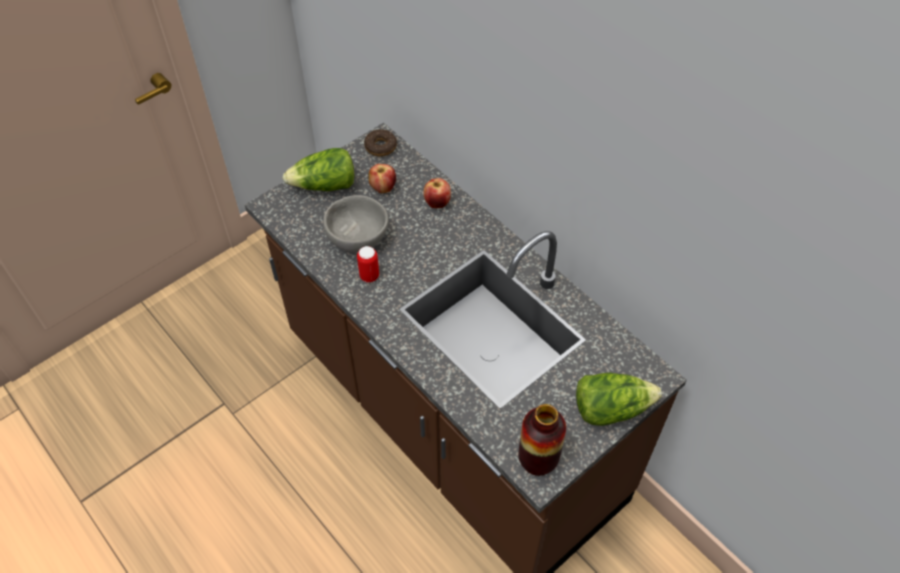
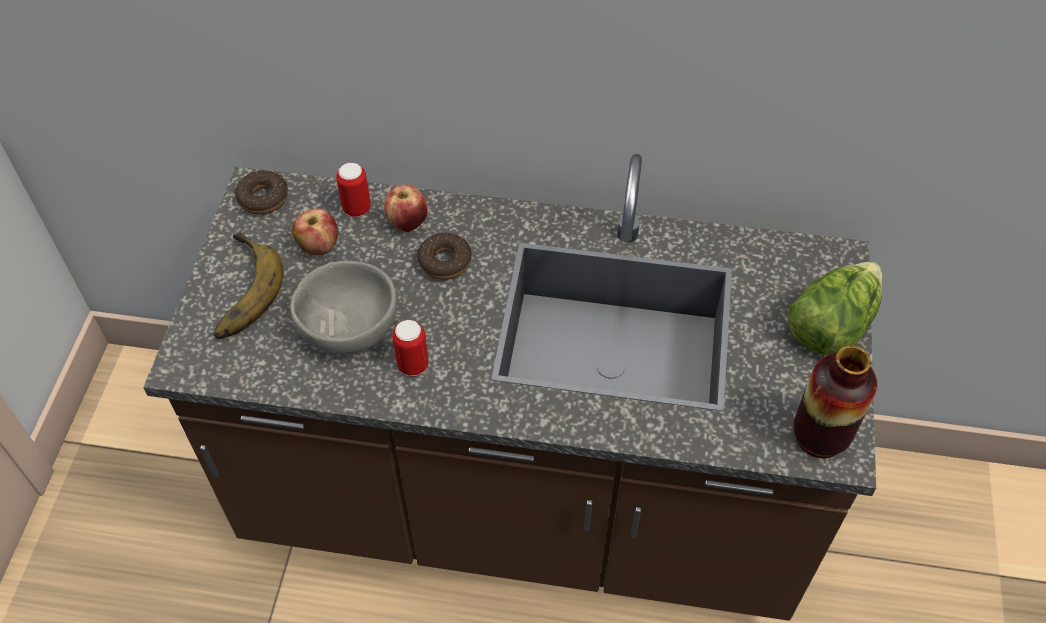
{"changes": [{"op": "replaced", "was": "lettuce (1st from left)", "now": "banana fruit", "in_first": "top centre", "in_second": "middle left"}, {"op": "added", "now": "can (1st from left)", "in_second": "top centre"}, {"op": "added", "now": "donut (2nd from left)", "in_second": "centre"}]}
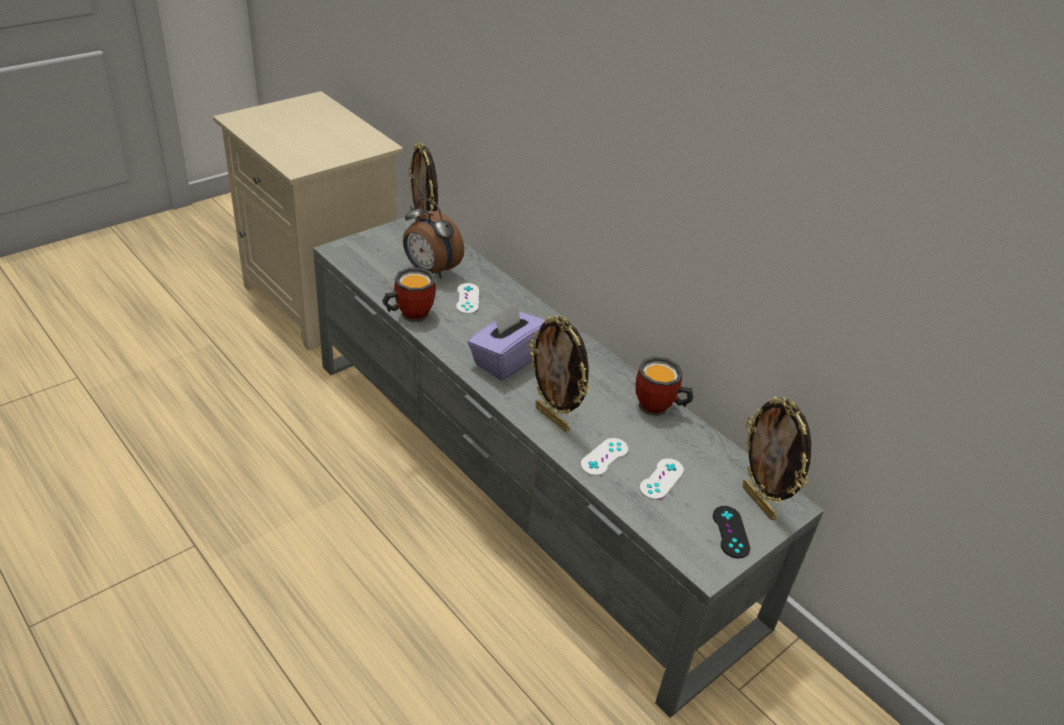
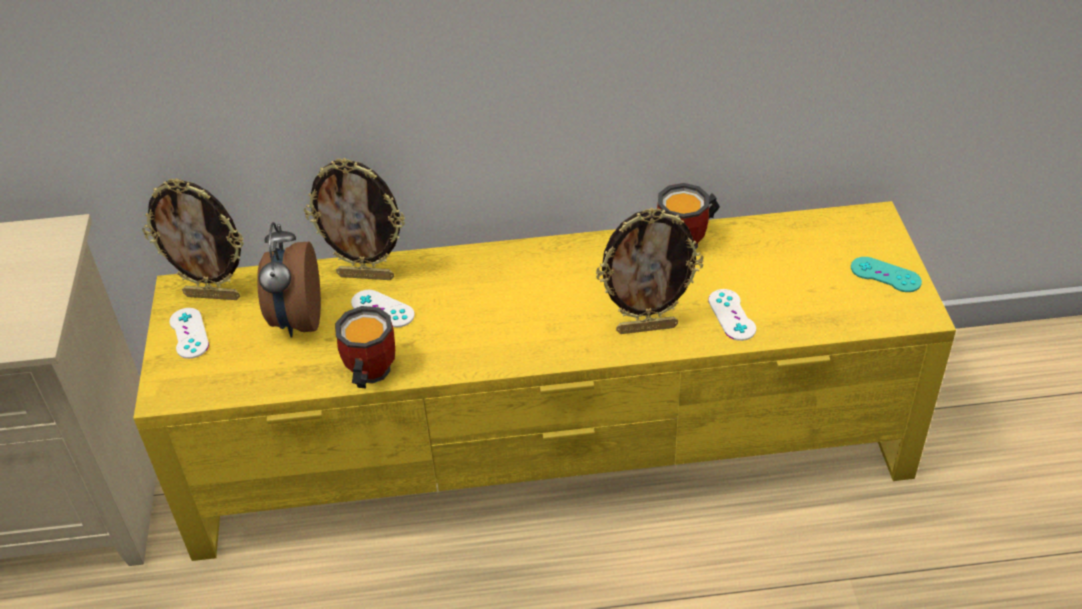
{"changes": [{"op": "recoloured", "was": "tv stand/gray", "now": "tv stand/yellow-coloured", "in_first": "centre", "in_second": "centre"}, {"op": "moved", "was": "gamepad/whitish (3rd from left in the first image)", "now": "gamepad/whitish (1st from left)", "in_first": "centre", "in_second": "middle left"}, {"op": "turned", "was": "bedside clock", "in_first": "top centre", "in_second": "middle left", "clockwise": 105}, {"op": "moved", "was": "standing frame (3rd from left in the first image)", "now": "standing frame (2nd from left)", "in_first": "middle right", "in_second": "middle left"}, {"op": "recoloured", "was": "gamepad/black-coloured", "now": "gamepad/turquoise", "in_first": "bottom right", "in_second": "middle right"}, {"op": "removed", "was": "box of tissues/purple", "in_first": "centre"}]}
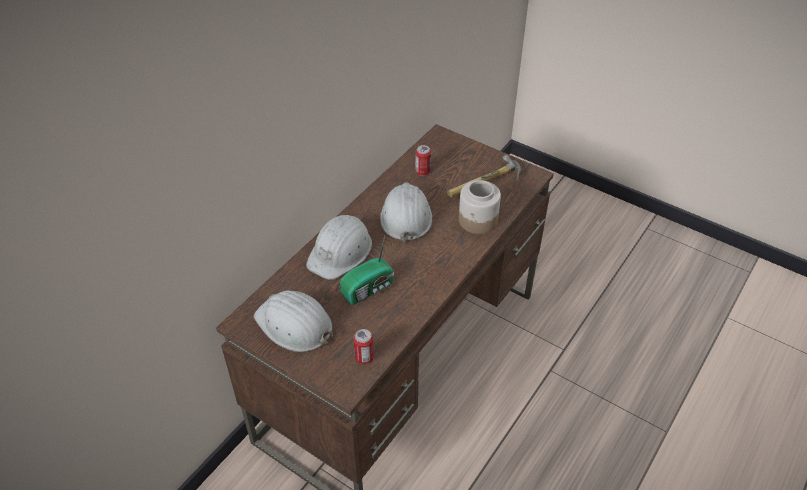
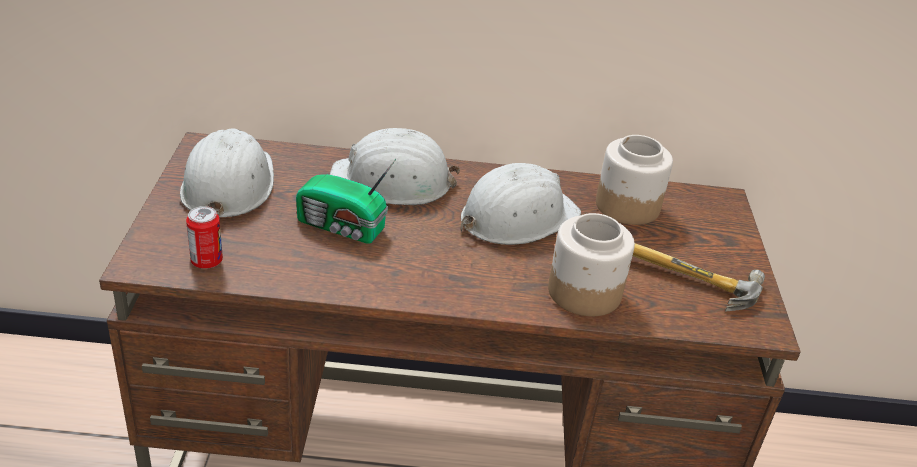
{"changes": [{"op": "replaced", "was": "can (2nd from left)", "now": "jar (2nd from left)", "in_first": "top centre", "in_second": "middle right"}]}
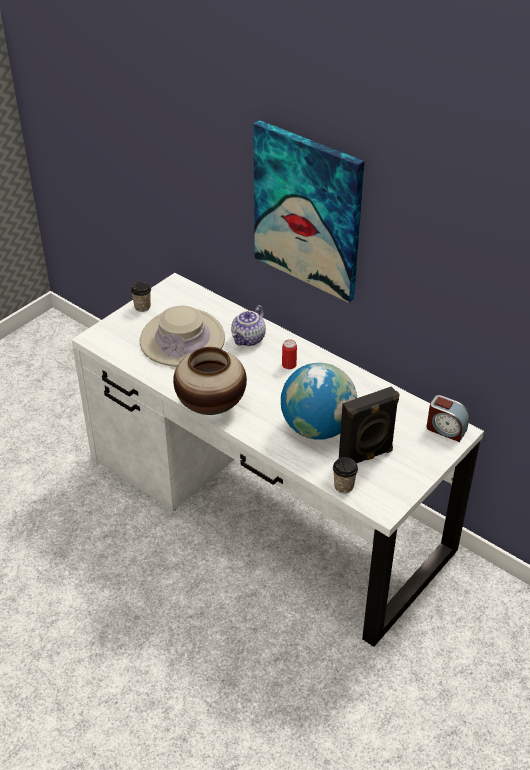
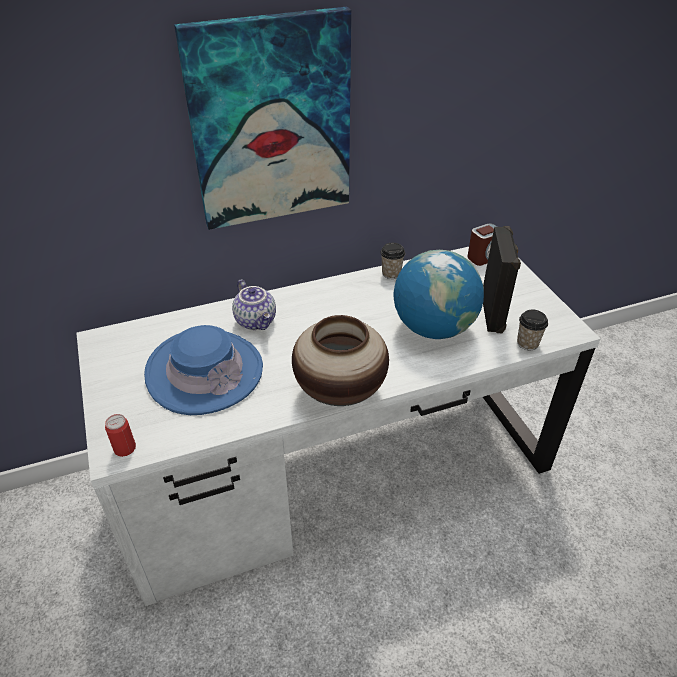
{"changes": [{"op": "moved", "was": "can", "in_first": "centre", "in_second": "middle left"}, {"op": "recoloured", "was": "wearable hat/beige-coloured", "now": "wearable hat/bluish", "in_first": "centre", "in_second": "middle left"}, {"op": "moved", "was": "small cup (1st from left)", "in_first": "middle left", "in_second": "centre"}]}
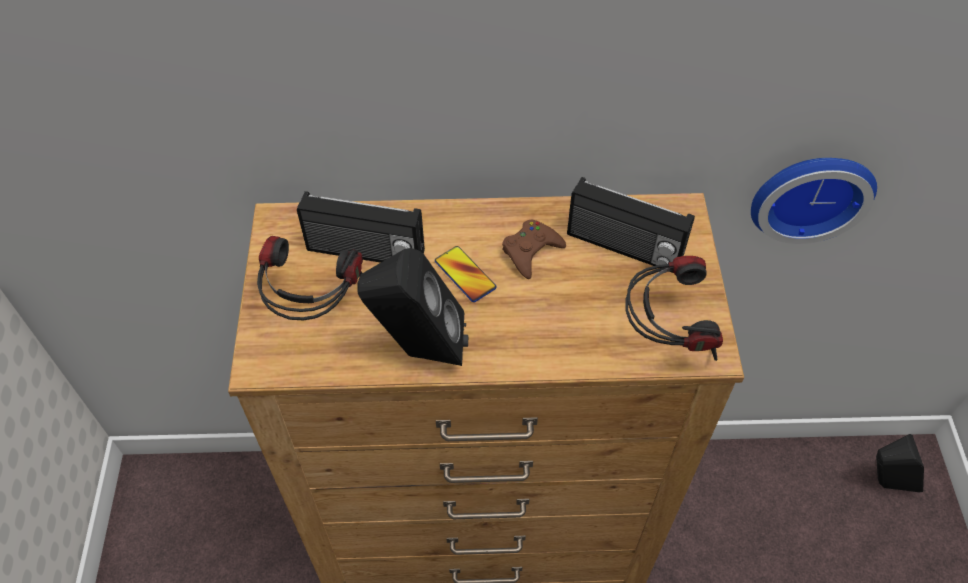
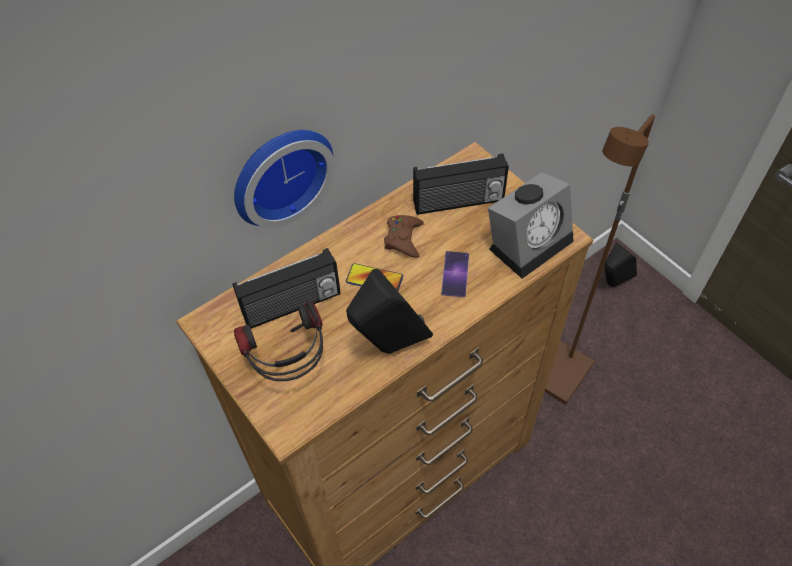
{"changes": [{"op": "moved", "was": "wall clock", "in_first": "middle right", "in_second": "top centre"}, {"op": "added", "now": "telephone (2nd from left)", "in_second": "centre"}, {"op": "replaced", "was": "headphones (2nd from left)", "now": "bedside clock", "in_first": "middle right", "in_second": "middle right"}, {"op": "added", "now": "standard lamp/brownish", "in_second": "middle right"}]}
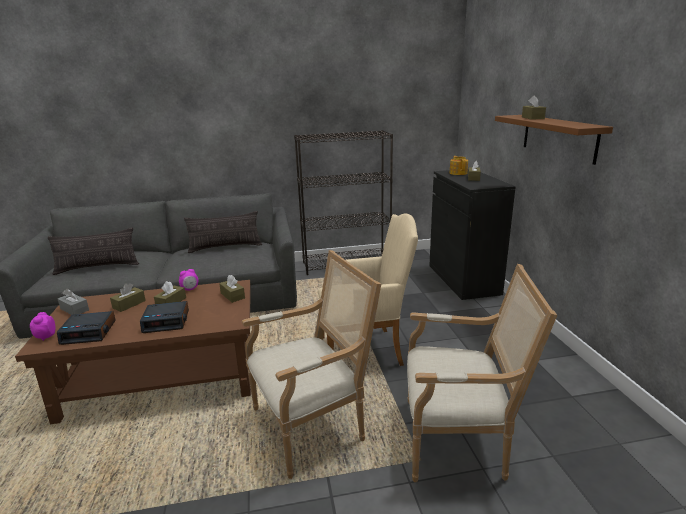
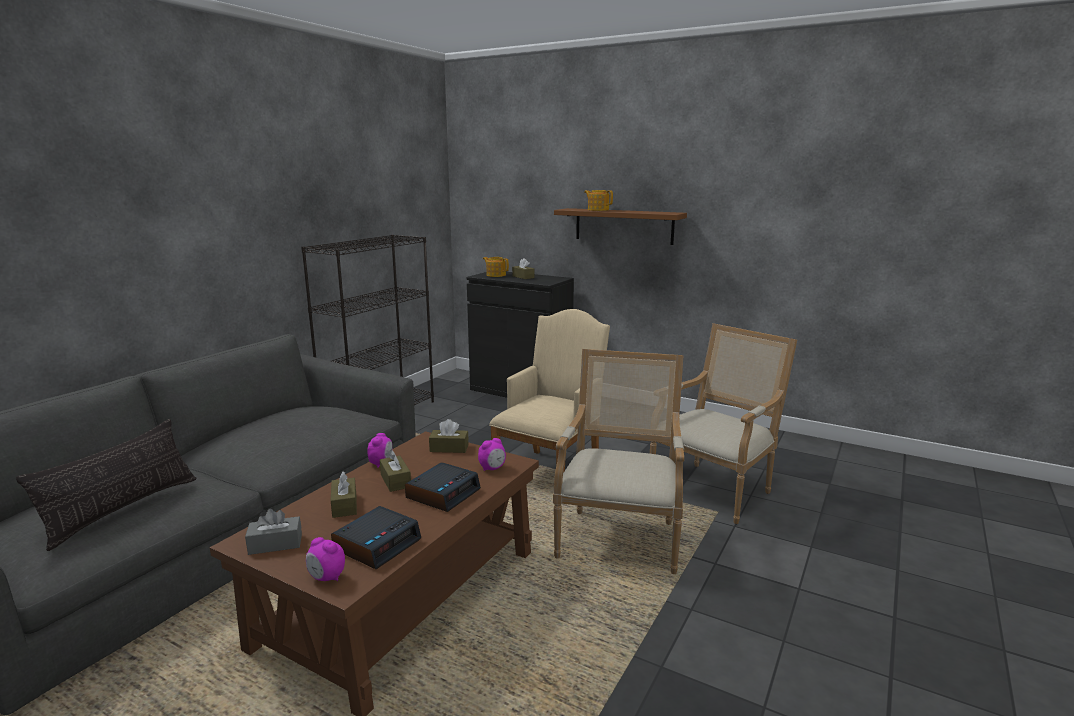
{"changes": [{"op": "added", "now": "bedside clock (5th from left)", "in_second": "centre"}, {"op": "replaced", "was": "box of tissues/brownish (5th from left)", "now": "tea pot (2nd from left)", "in_first": "top right", "in_second": "top centre"}, {"op": "removed", "was": "cushion (2nd from left)", "in_first": "middle left"}]}
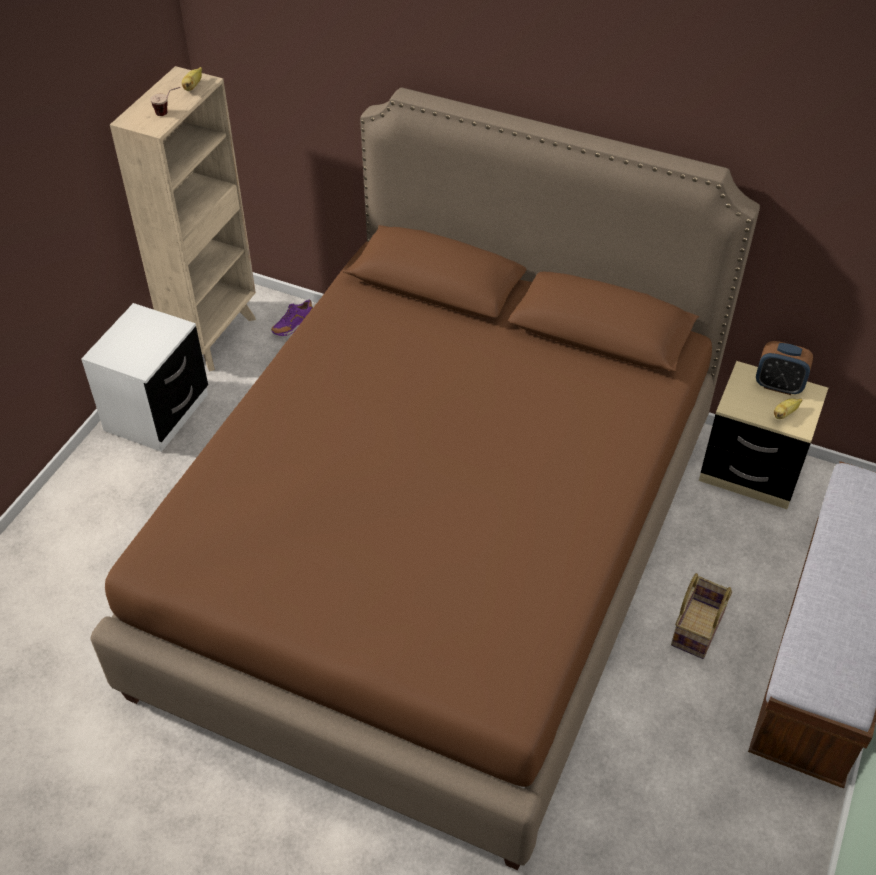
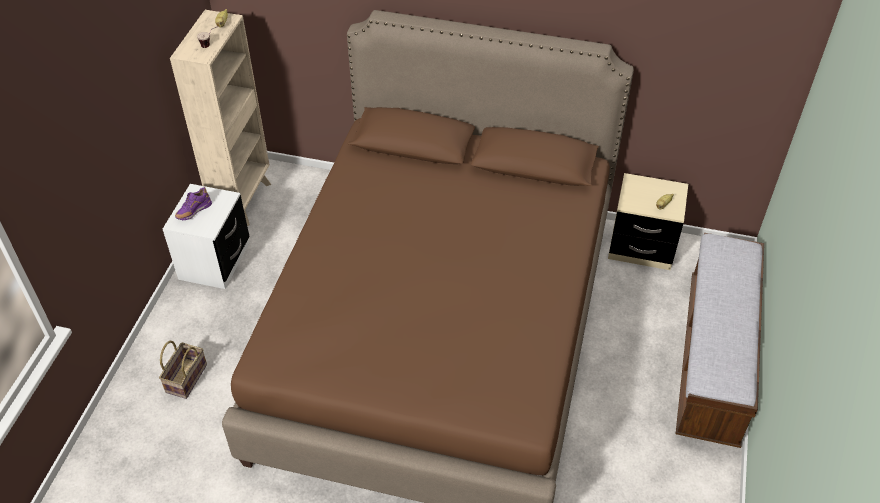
{"changes": [{"op": "moved", "was": "household basket", "in_first": "bottom right", "in_second": "bottom left"}, {"op": "moved", "was": "shoe/purple", "in_first": "centre", "in_second": "middle left"}, {"op": "removed", "was": "bedside clock", "in_first": "middle right"}]}
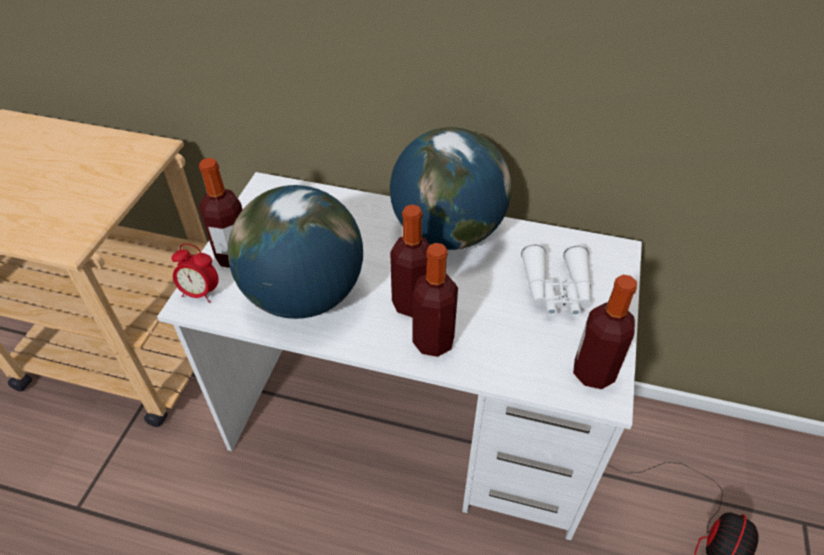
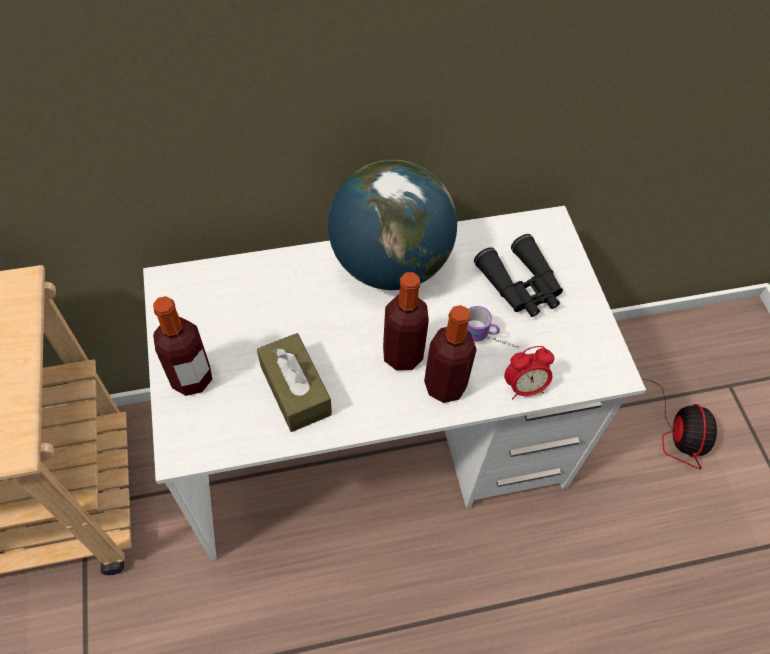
{"changes": [{"op": "replaced", "was": "world globe (1st from left)", "now": "box of tissues/brownish", "in_first": "centre", "in_second": "centre"}, {"op": "added", "now": "tea mug", "in_second": "centre"}, {"op": "recoloured", "was": "pair of binoculars/whitish", "now": "pair of binoculars/black-coloured", "in_first": "middle right", "in_second": "middle right"}, {"op": "moved", "was": "bedside clock", "in_first": "middle left", "in_second": "middle right"}, {"op": "removed", "was": "beverage bottle (4th from left)", "in_first": "middle right"}]}
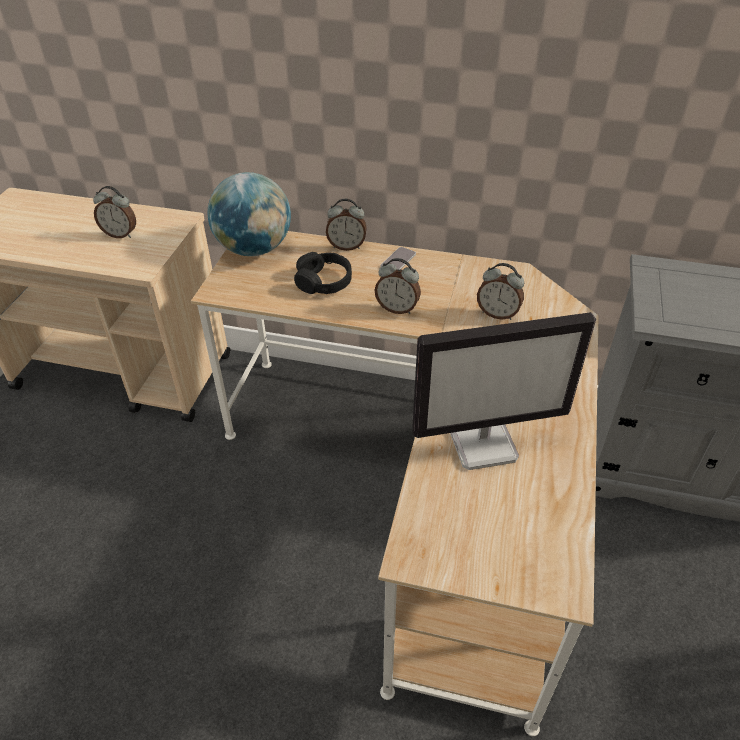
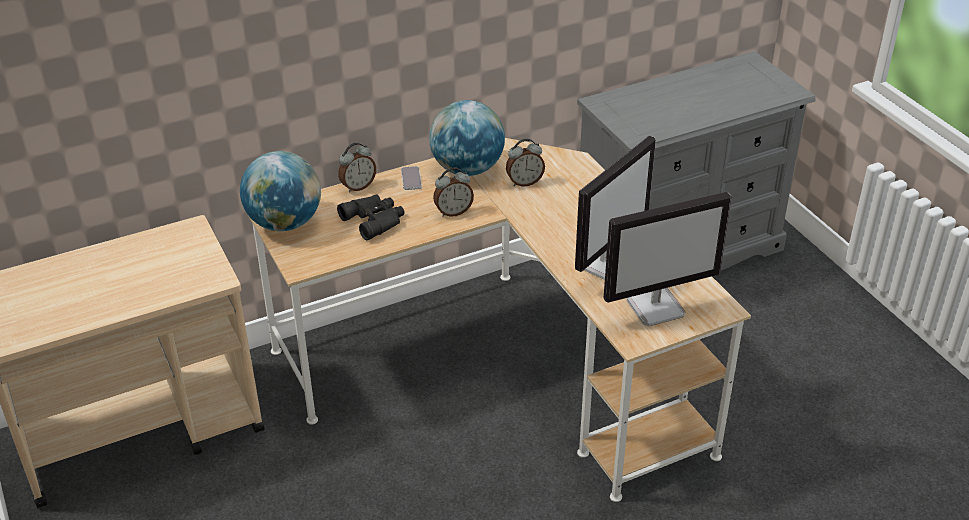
{"changes": [{"op": "replaced", "was": "headphones/black-coloured", "now": "pair of binoculars/black-coloured", "in_first": "centre", "in_second": "centre"}, {"op": "added", "now": "world globe (2nd from left)", "in_second": "top centre"}, {"op": "added", "now": "computer display (2nd from left)", "in_second": "middle right"}, {"op": "removed", "was": "bedside clock (1st from left)", "in_first": "top left"}]}
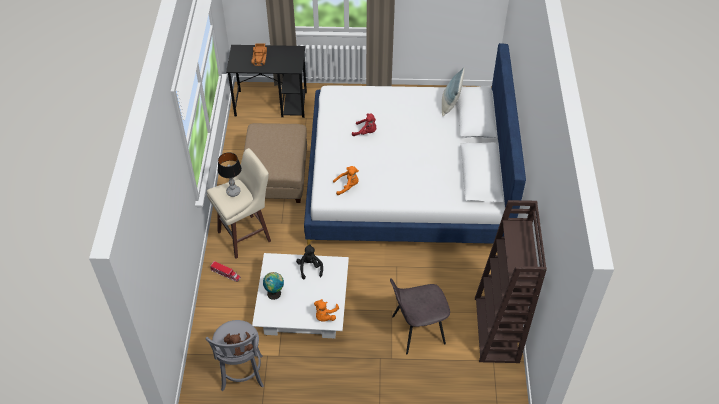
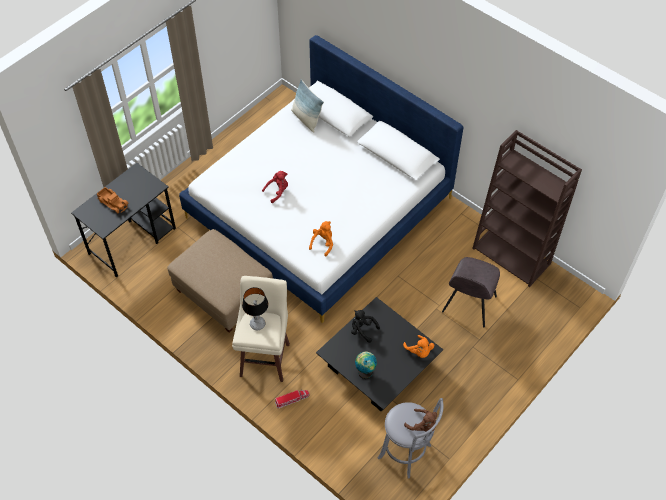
{"changes": [{"op": "recoloured", "was": "low table/whitish", "now": "low table/black-coloured", "in_first": "bottom centre", "in_second": "bottom centre"}]}
